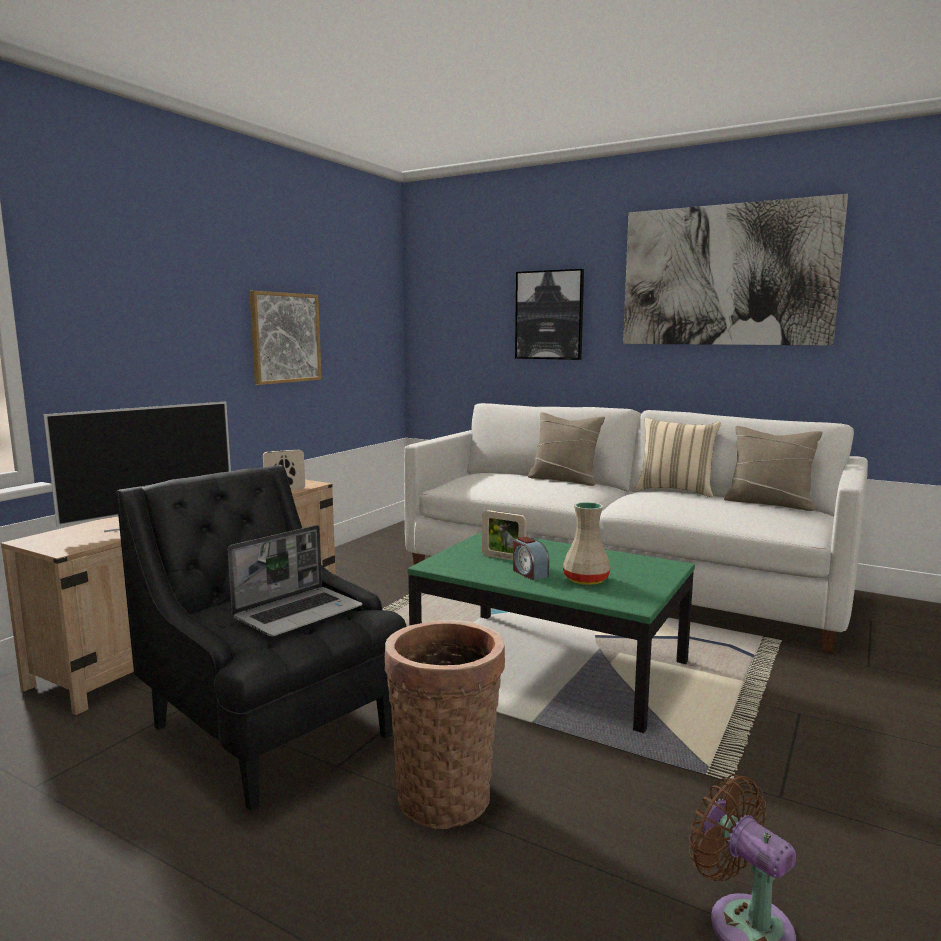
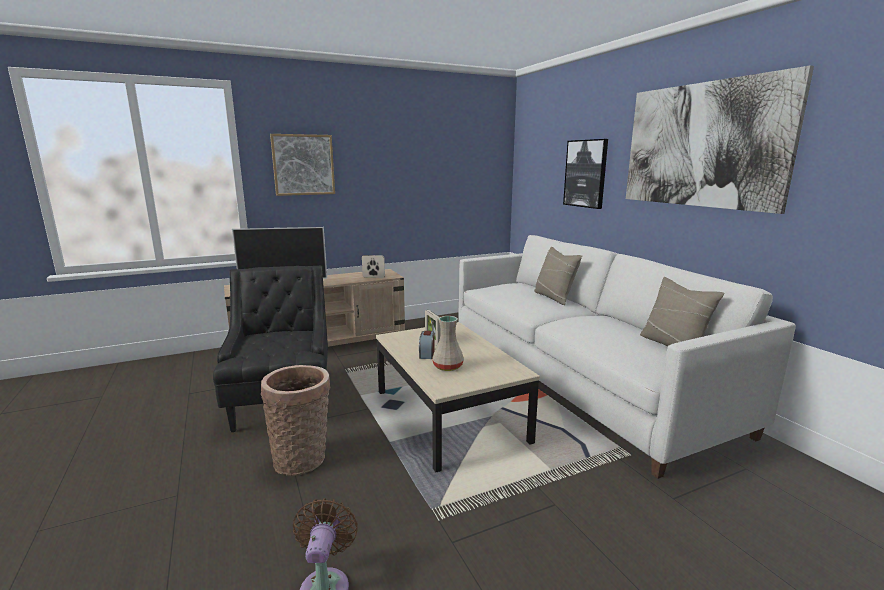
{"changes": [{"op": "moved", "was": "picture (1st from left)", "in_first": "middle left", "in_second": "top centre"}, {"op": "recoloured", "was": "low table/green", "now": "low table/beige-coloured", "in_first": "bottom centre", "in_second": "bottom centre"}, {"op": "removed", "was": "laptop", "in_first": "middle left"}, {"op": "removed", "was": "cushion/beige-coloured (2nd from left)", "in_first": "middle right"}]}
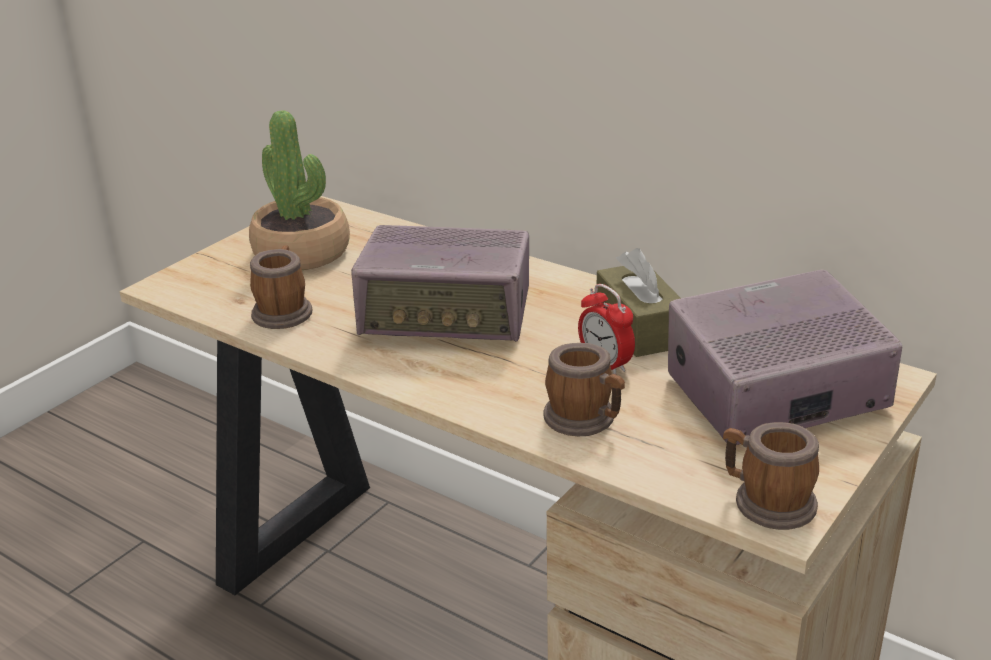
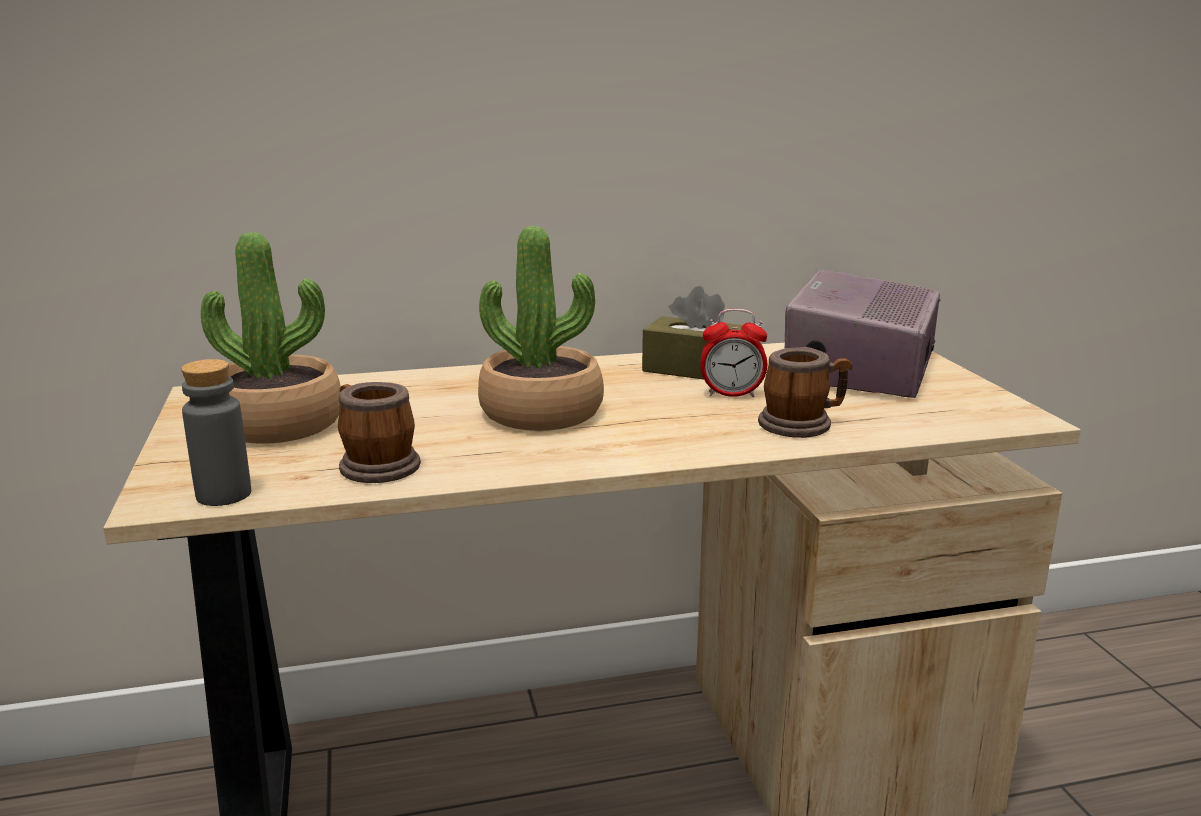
{"changes": [{"op": "added", "now": "beverage bottle/gray", "in_second": "middle left"}, {"op": "replaced", "was": "radio set (1st from left)", "now": "potted plant (2nd from left)", "in_first": "centre", "in_second": "centre"}, {"op": "removed", "was": "tea mug (3rd from left)", "in_first": "bottom right"}]}
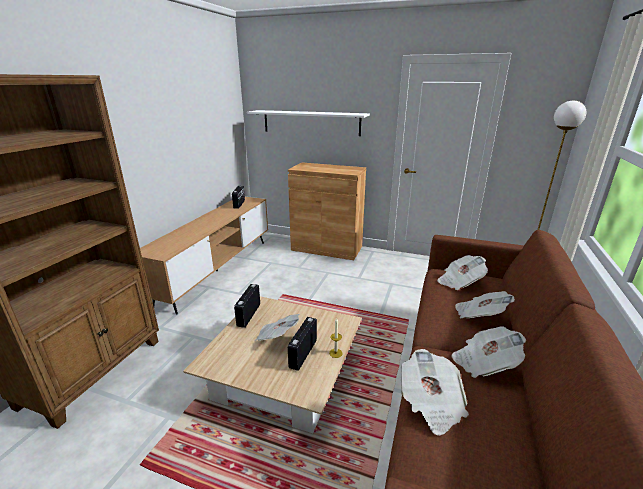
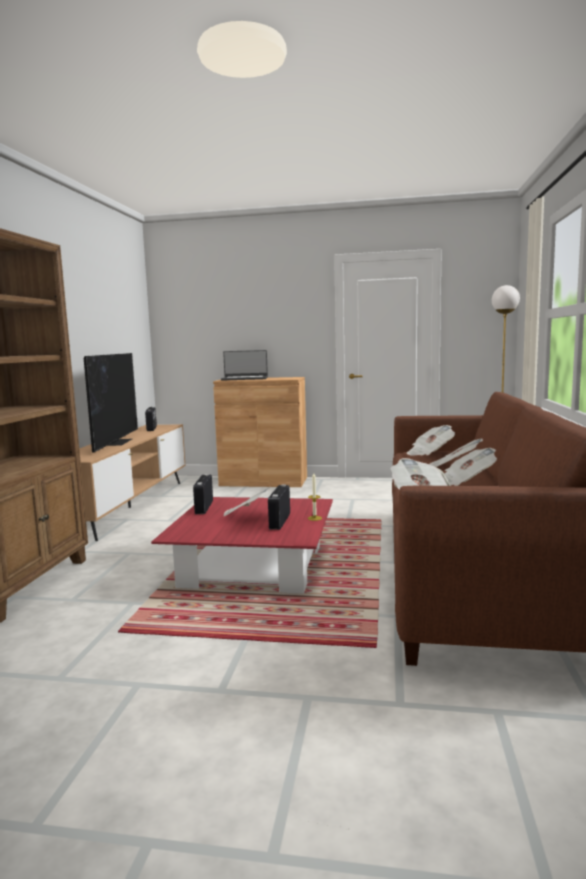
{"changes": [{"op": "added", "now": "television", "in_second": "middle left"}, {"op": "recoloured", "was": "low table/beige-coloured", "now": "low table/red-coloured", "in_first": "bottom centre", "in_second": "centre"}, {"op": "added", "now": "laptop", "in_second": "centre"}, {"op": "removed", "was": "shelf/whitish", "in_first": "top centre"}]}
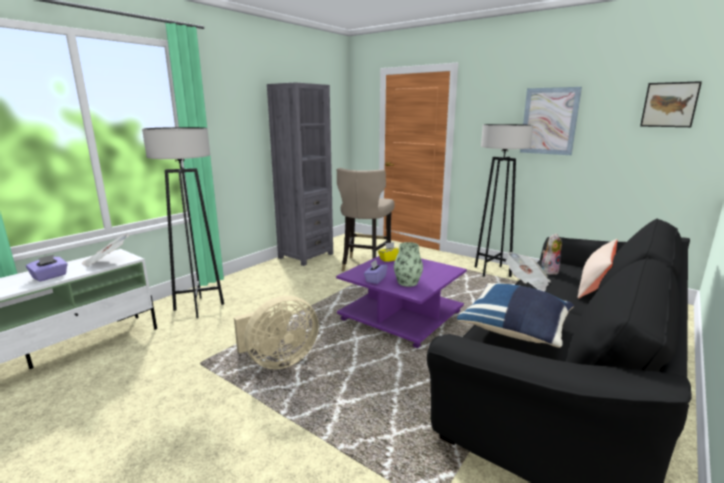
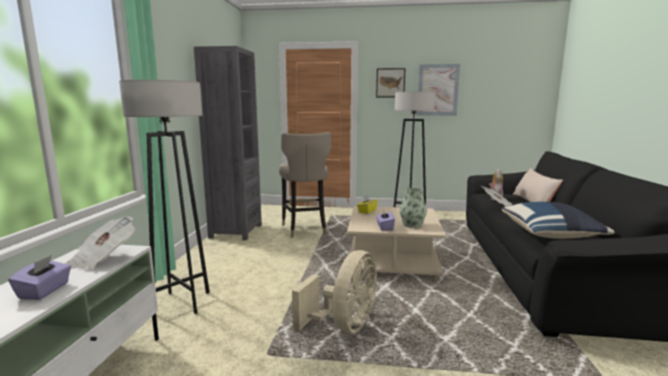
{"changes": [{"op": "recoloured", "was": "low table/purple", "now": "low table/beige-coloured", "in_first": "centre", "in_second": "centre"}, {"op": "moved", "was": "picture (2nd from left in the first image)", "now": "picture (1st from left)", "in_first": "top right", "in_second": "top centre"}]}
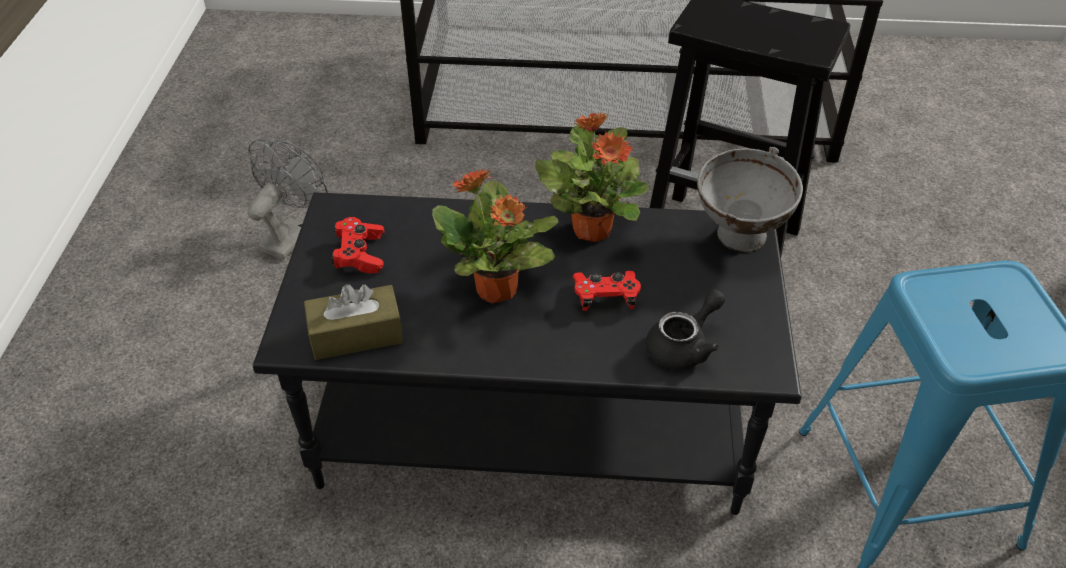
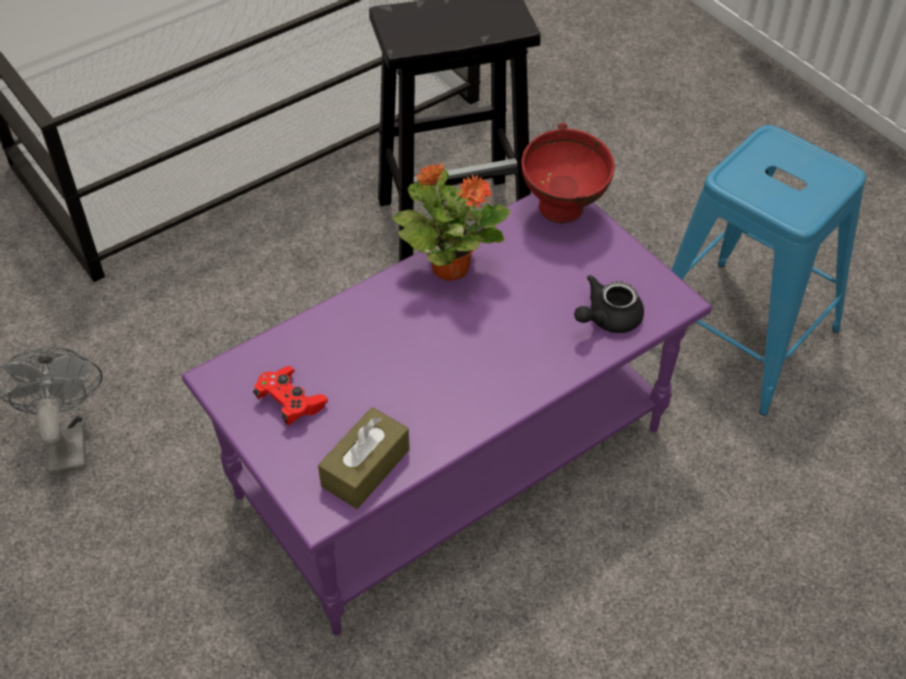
{"changes": [{"op": "recoloured", "was": "low table/black-coloured", "now": "low table/purple", "in_first": "centre", "in_second": "centre"}, {"op": "recoloured", "was": "bowl/gray", "now": "bowl/red-coloured", "in_first": "middle right", "in_second": "top centre"}, {"op": "turned", "was": "tea pot/black-coloured", "in_first": "centre", "in_second": "middle right", "clockwise": -135}, {"op": "removed", "was": "potted plant (1st from left)", "in_first": "centre"}, {"op": "removed", "was": "gamepad/red-coloured (2nd from left)", "in_first": "centre"}]}
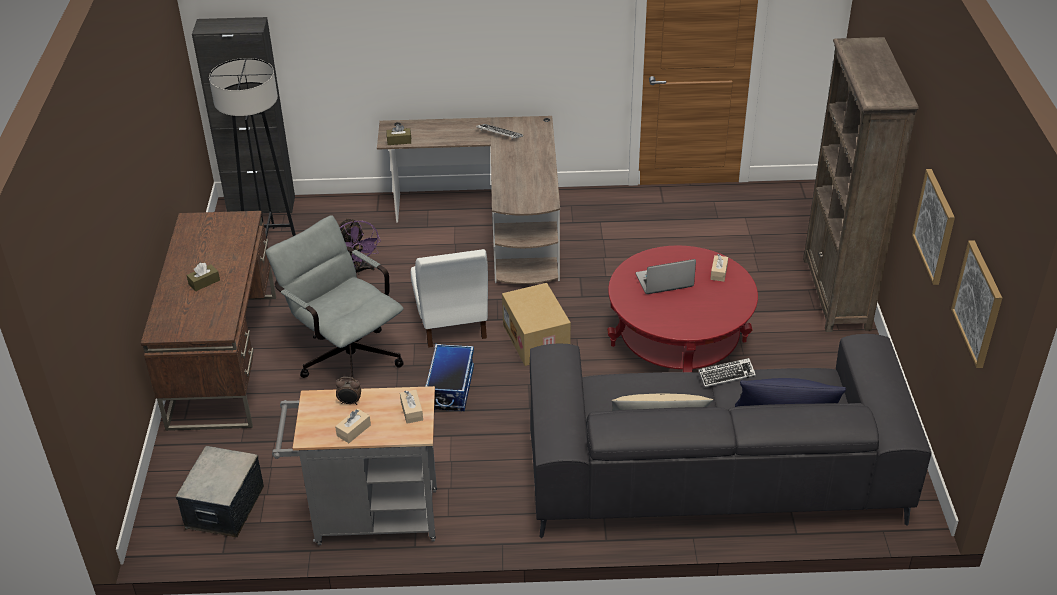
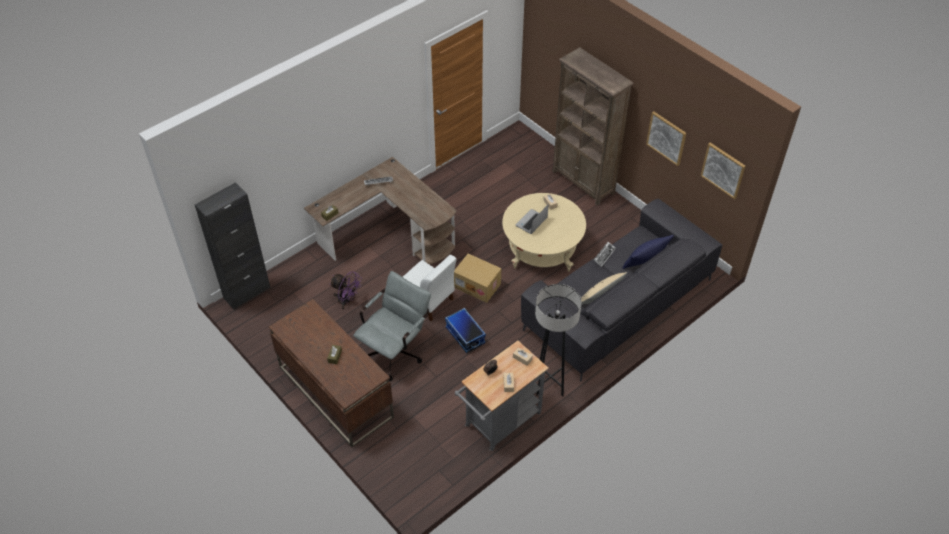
{"changes": [{"op": "turned", "was": "office chair/gray", "in_first": "middle left", "in_second": "centre", "clockwise": 120}, {"op": "recoloured", "was": "low table/red-coloured", "now": "low table/beige-coloured", "in_first": "centre", "in_second": "centre"}, {"op": "moved", "was": "standard lamp/gray", "in_first": "top left", "in_second": "centre"}, {"op": "removed", "was": "storage container (1st from left)", "in_first": "bottom left"}]}
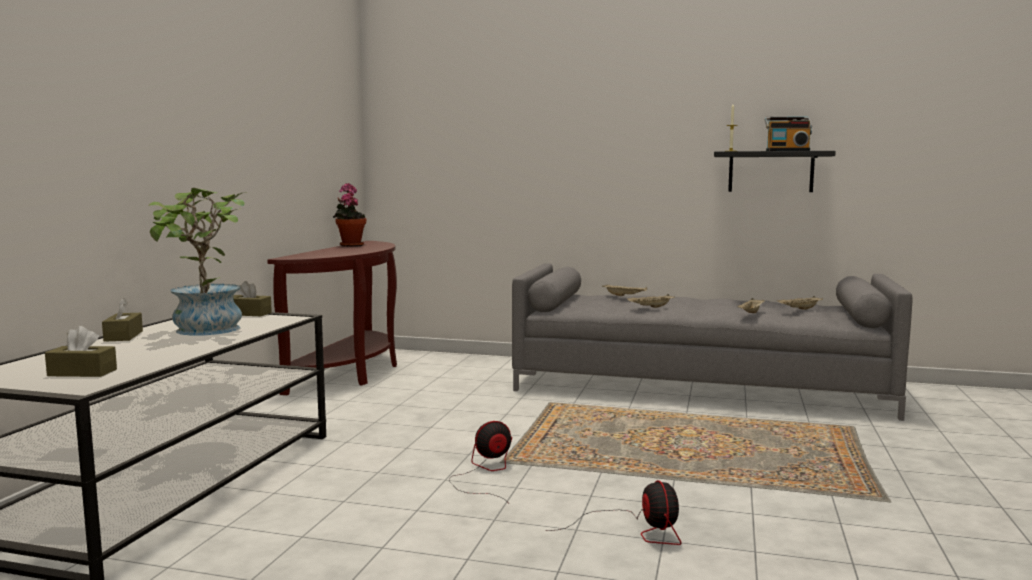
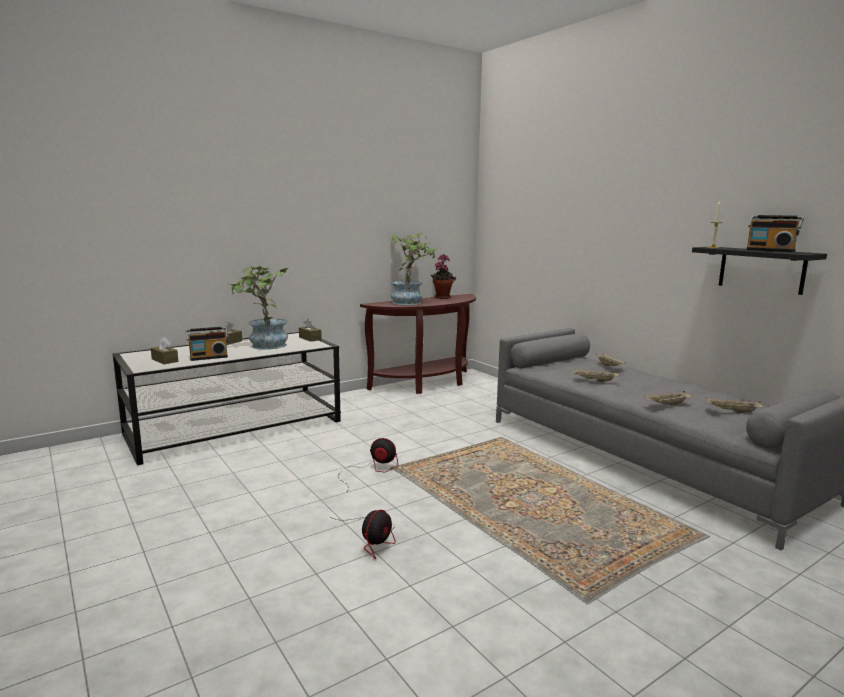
{"changes": [{"op": "added", "now": "radio set (1st from left)", "in_second": "middle left"}, {"op": "added", "now": "potted plant (2nd from left)", "in_second": "centre"}]}
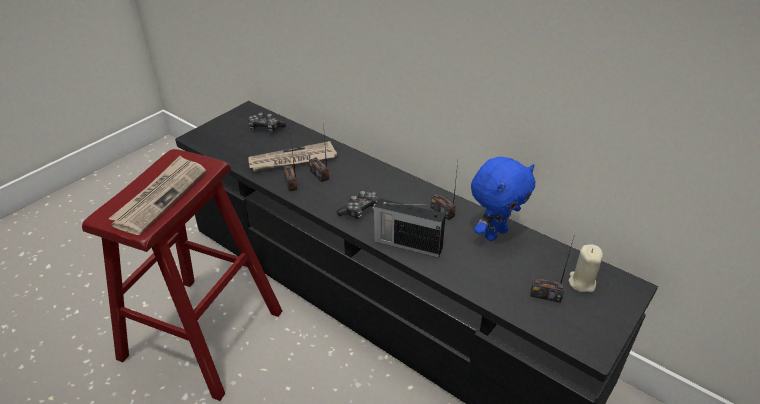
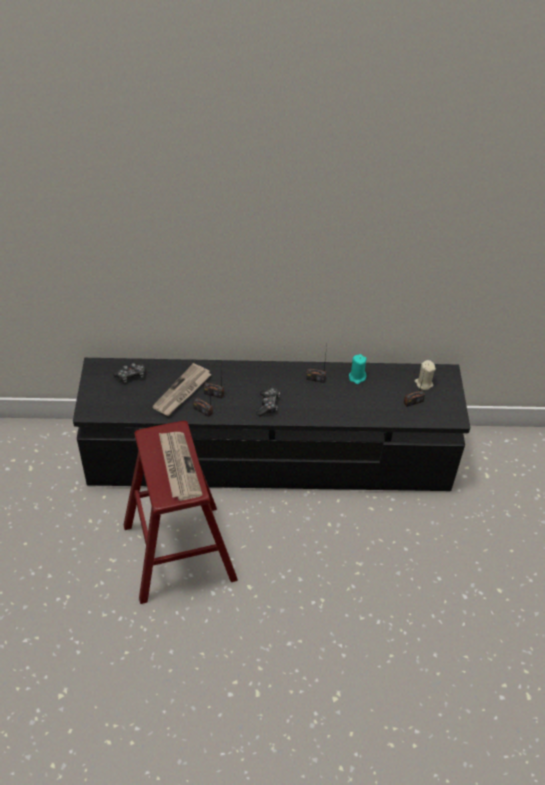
{"changes": [{"op": "replaced", "was": "soft toy/bluish", "now": "wax candle/turquoise", "in_first": "centre", "in_second": "centre"}, {"op": "removed", "was": "radio set (3rd from left)", "in_first": "centre"}]}
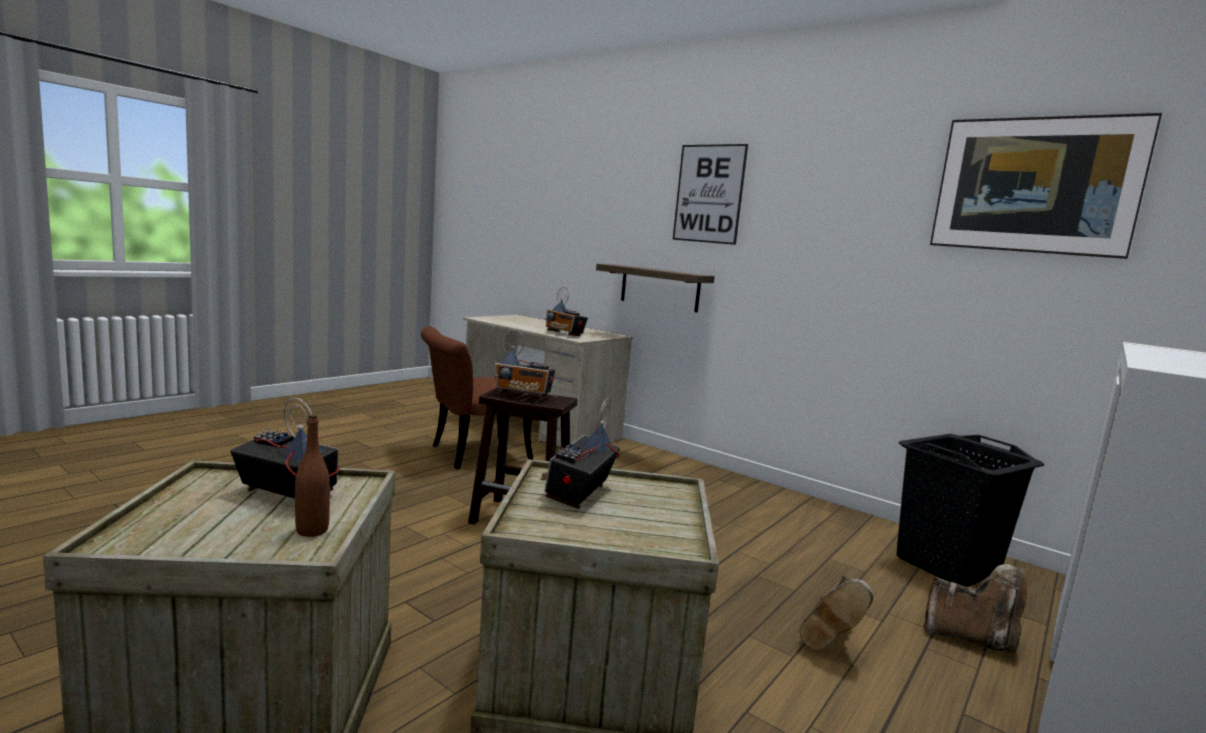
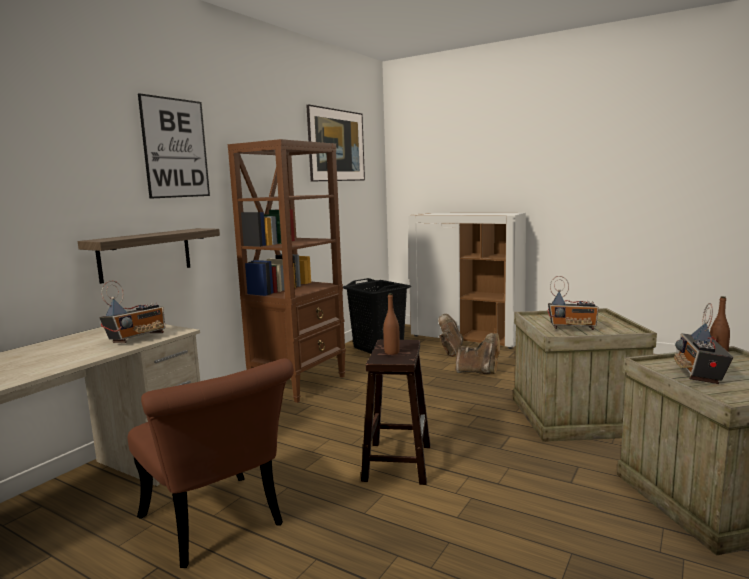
{"changes": [{"op": "added", "now": "shelving unit/brownish", "in_second": "centre"}, {"op": "replaced", "was": "radio set (2nd from left)", "now": "beverage bottle/brownish (1st from left)", "in_first": "centre", "in_second": "centre"}]}
